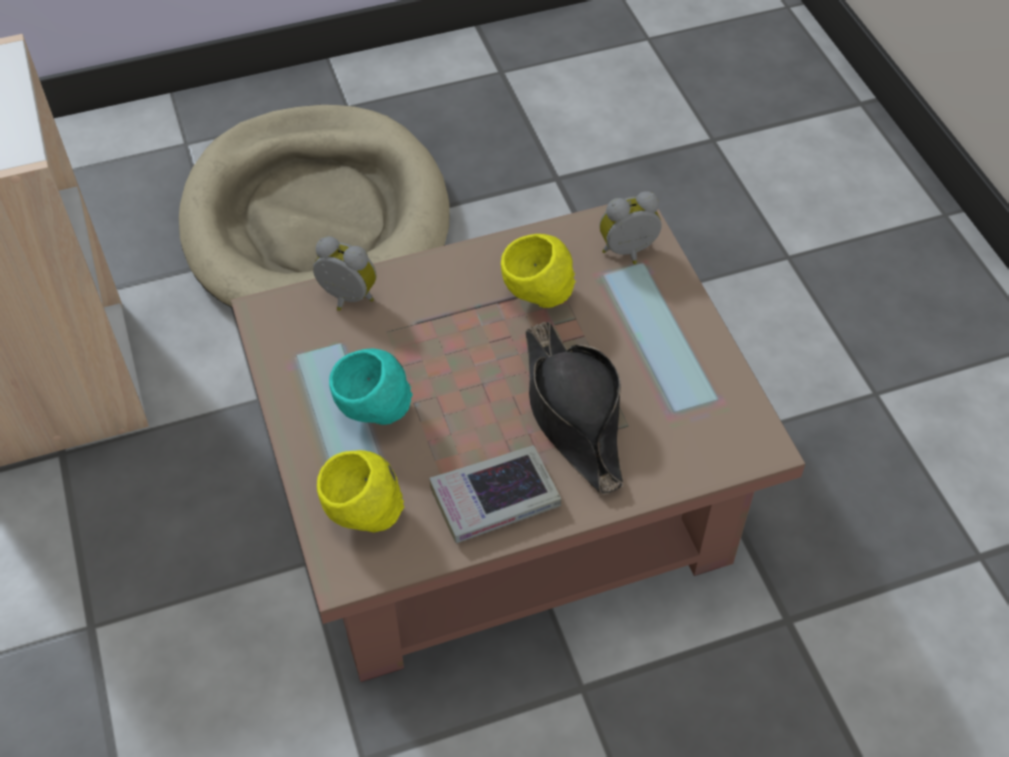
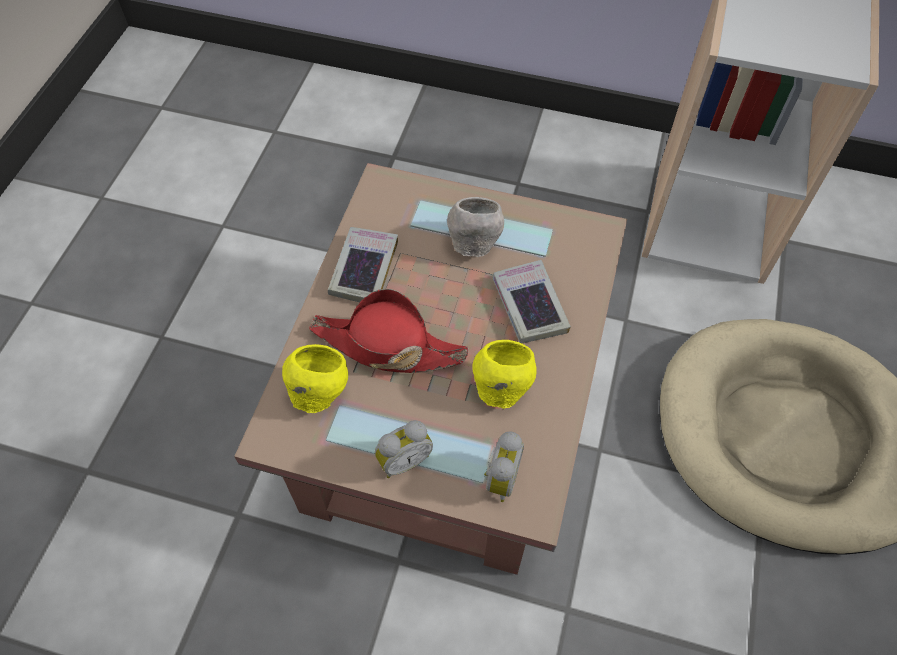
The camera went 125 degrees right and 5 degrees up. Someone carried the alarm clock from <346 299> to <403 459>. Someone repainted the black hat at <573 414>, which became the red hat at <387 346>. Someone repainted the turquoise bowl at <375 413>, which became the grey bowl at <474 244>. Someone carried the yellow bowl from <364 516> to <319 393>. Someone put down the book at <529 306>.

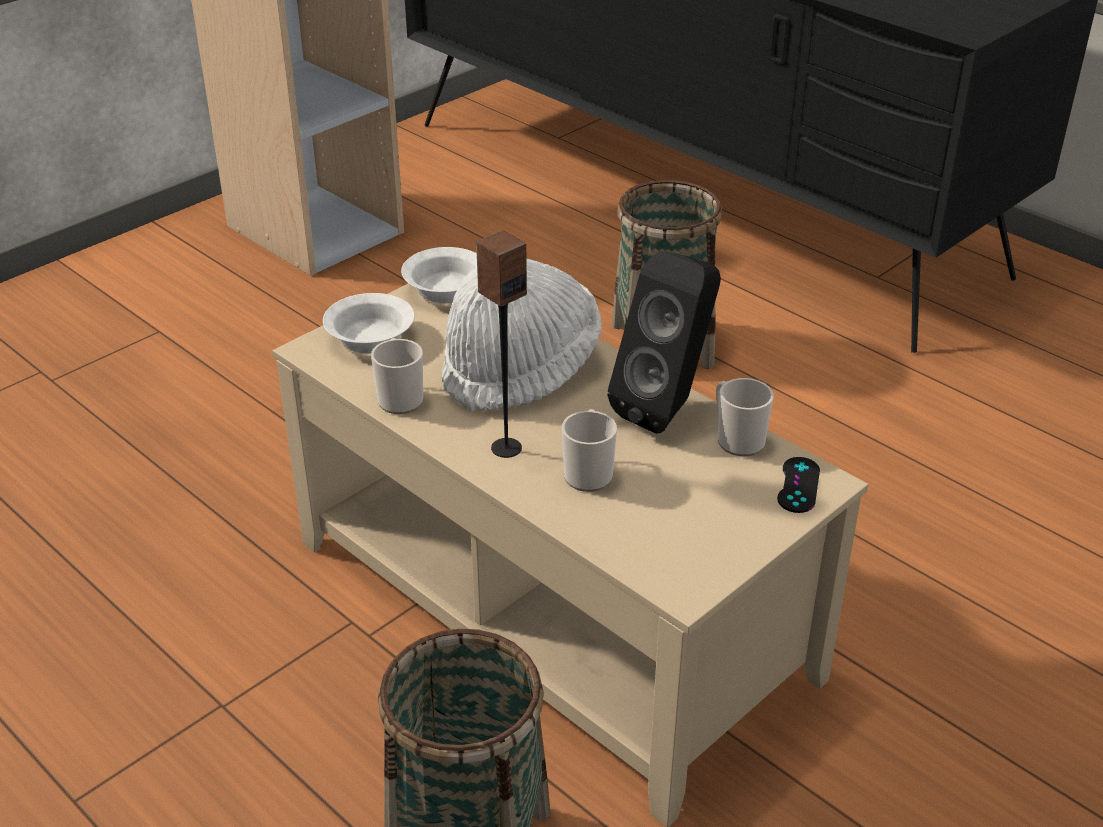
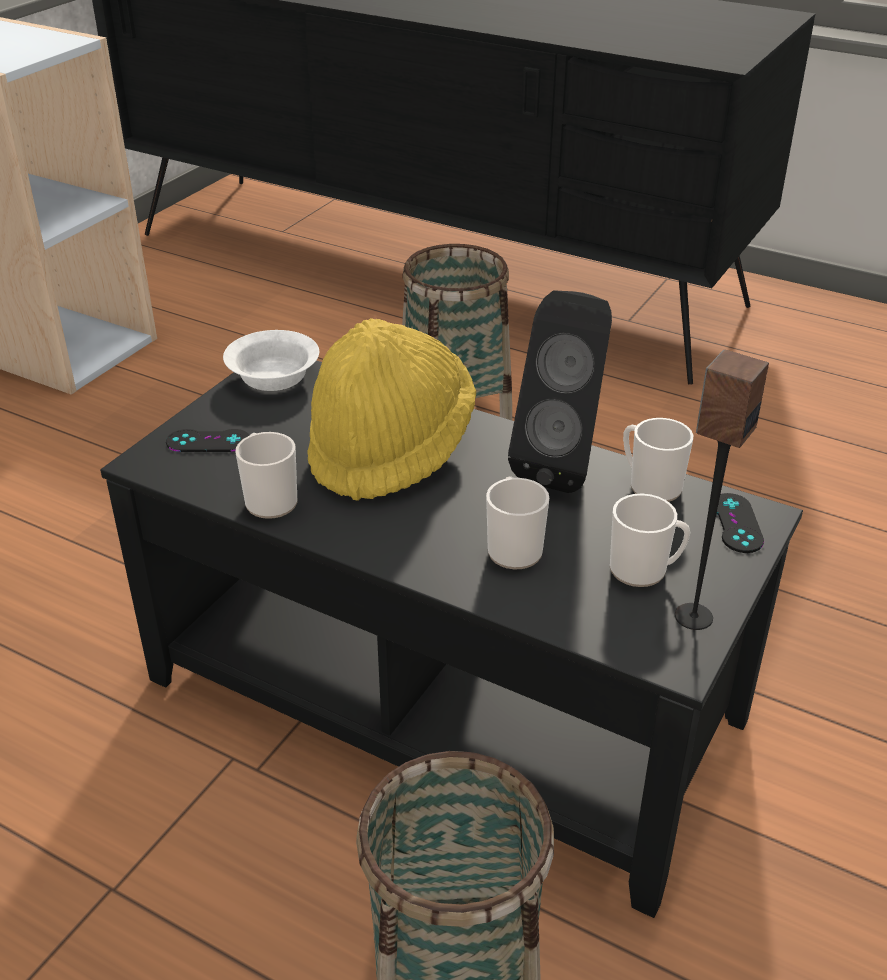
The camera went 15 degrees left and 0 degrees up. Someone carried the speaker from <506 447> to <692 616>. Someone repainted the white hat at <520 370>, which became the yellow hat at <390 448>. Someone repainted the beige coffee table at <550 608>, which became the black coffee table at <442 700>. Someone swapped the white bowl at <368 339> for the black game controller at <208 441>. Someone put down the mug at <644 570>.

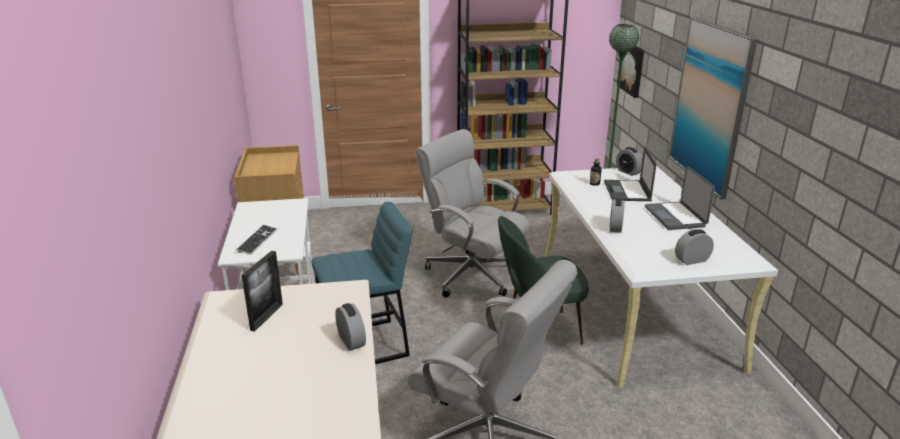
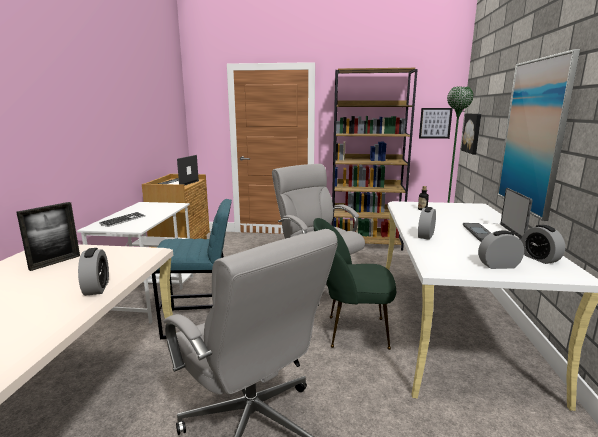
The camera went 15 degrees right and 10 degrees down. Someone carried the laptop from <627 191> to <178 183>. Someone carried the alarm clock from <628 172> to <539 258>. Someone put up the picture at <435 123>.

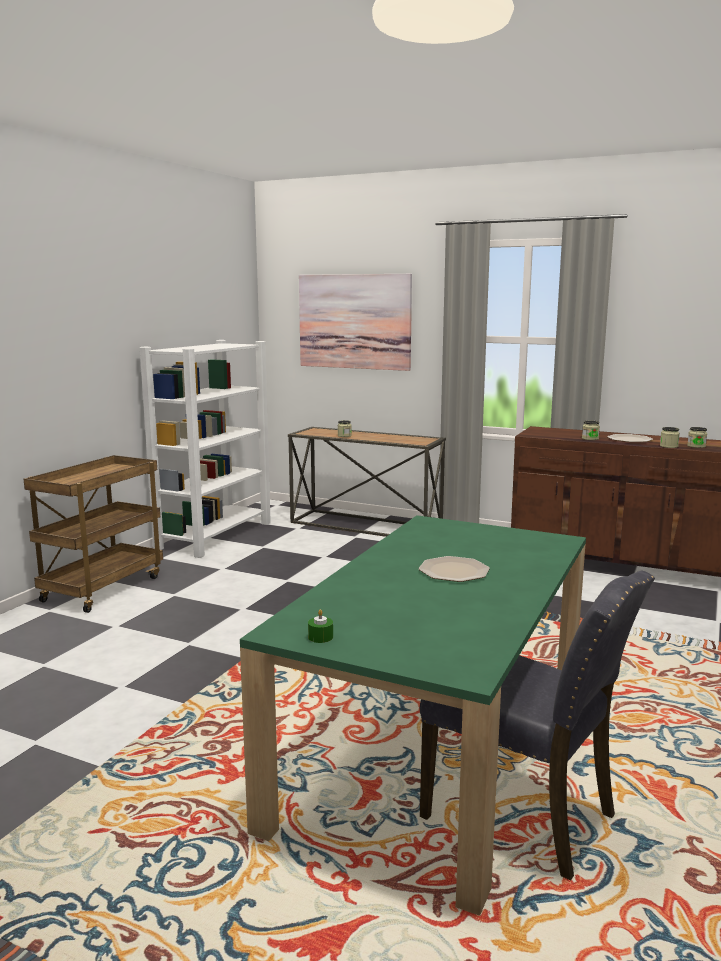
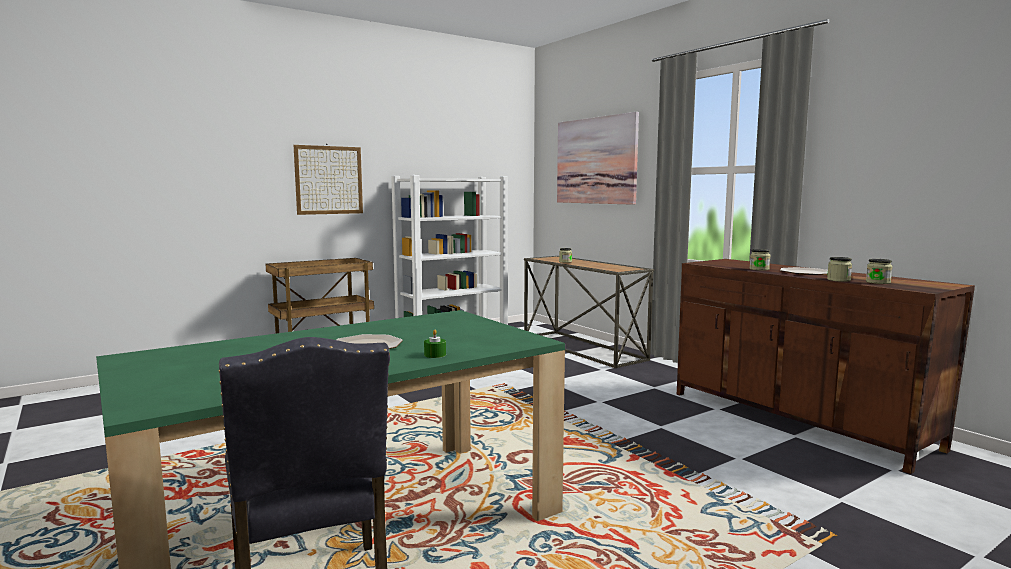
The camera went 30 degrees right and 5 degrees down. Someone carried the green candle from <320 637> to <435 355>. Someone put up the picture at <329 179>.

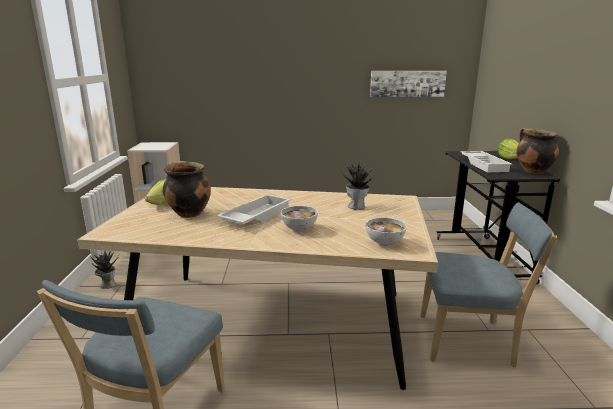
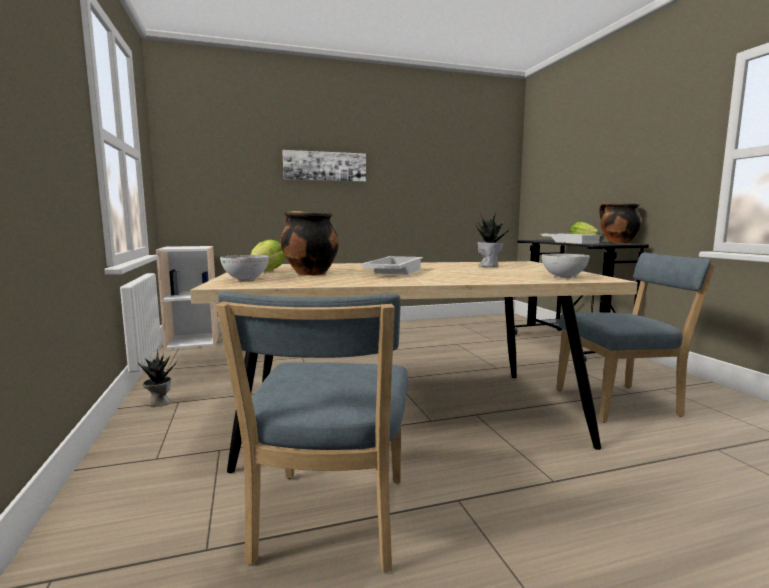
The camera went 15 degrees left and 10 degrees down. Someone carried the picture from <407 83> to <325 166>. Someone carried the bowl from <299 229> to <246 279>.

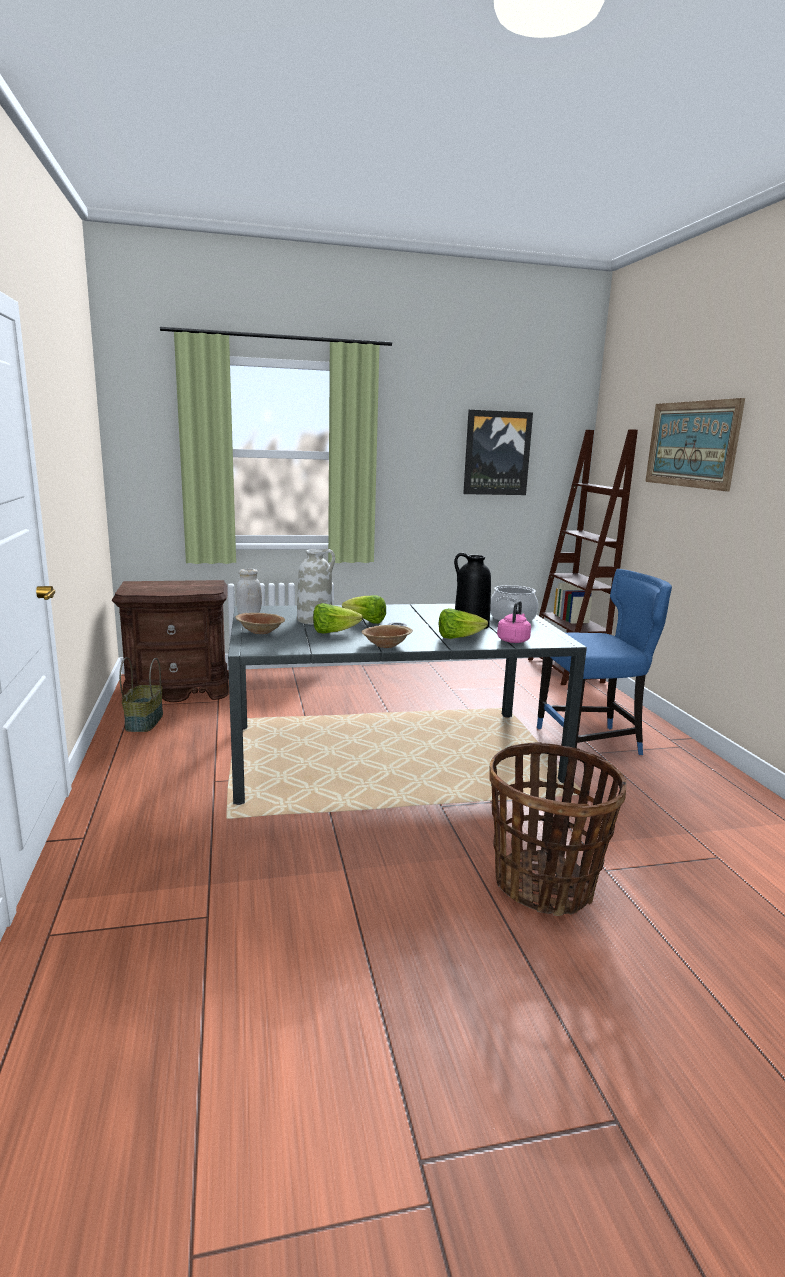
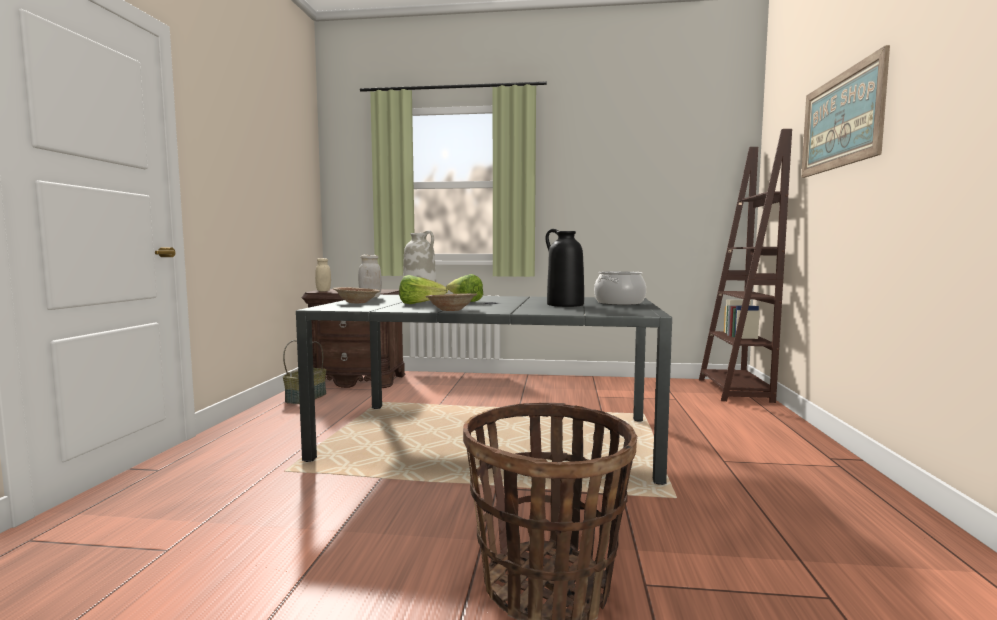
The camera went 20 degrees right and 10 degrees down. Someone took away the picture at <497 453>. Someone took away the blue chair at <591 743>. Someone took away the pink kettle at <513 640>. Someone took away the lettuce at <458 638>. Someone put down the beige jar at <323 291>.

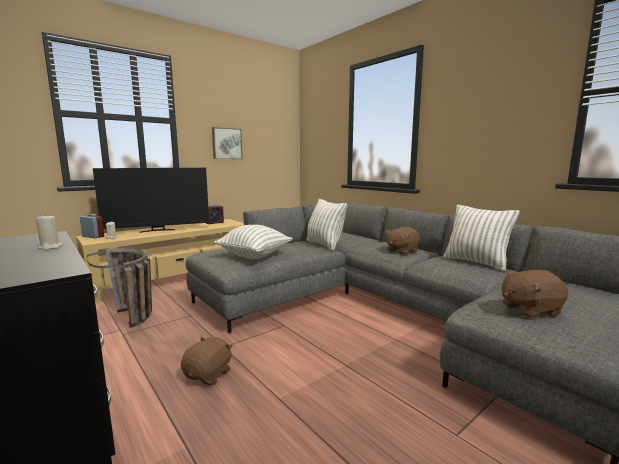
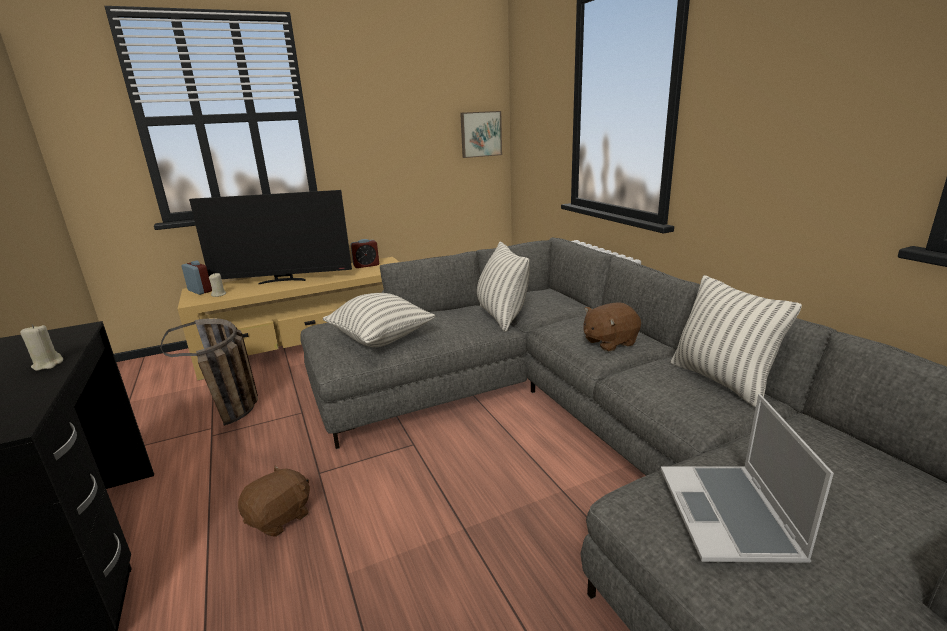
The camera went 15 degrees right and 10 degrees up. Someone carried the picture from <226 143> to <480 134>. Someone swapped the brown plush toy at <529 310> for the laptop at <730 515>.

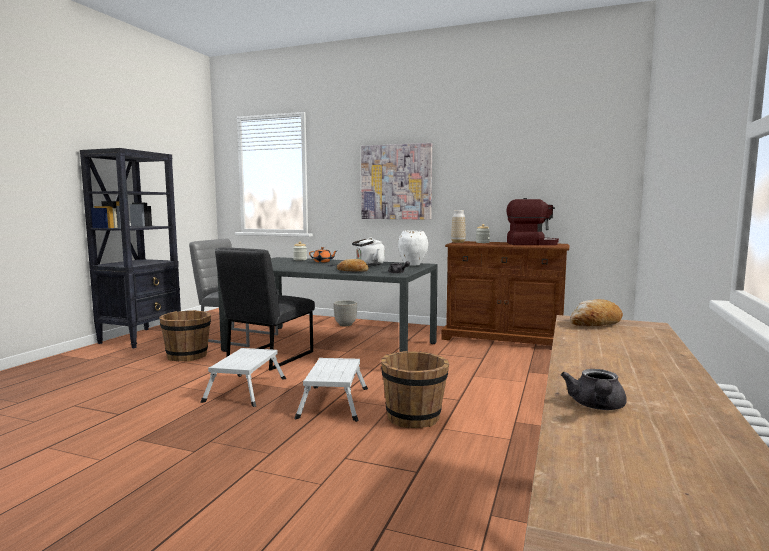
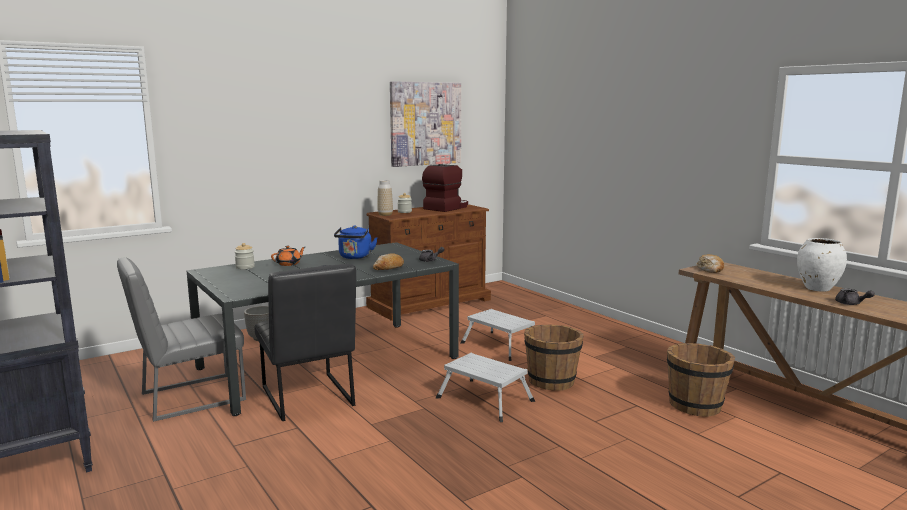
The camera went 55 degrees left and 5 degrees up. Someone carried the picture from <396 182> to <425 123>. Someone carried the white vase from <412 264> to <817 289>. Someone repainted the white kettle at <368 265>, which became the blue kettle at <355 257>. Someone carried the brown bucket from <187 356> to <695 405>. Someone carried the white step ladder from <246 389> to <500 345>.

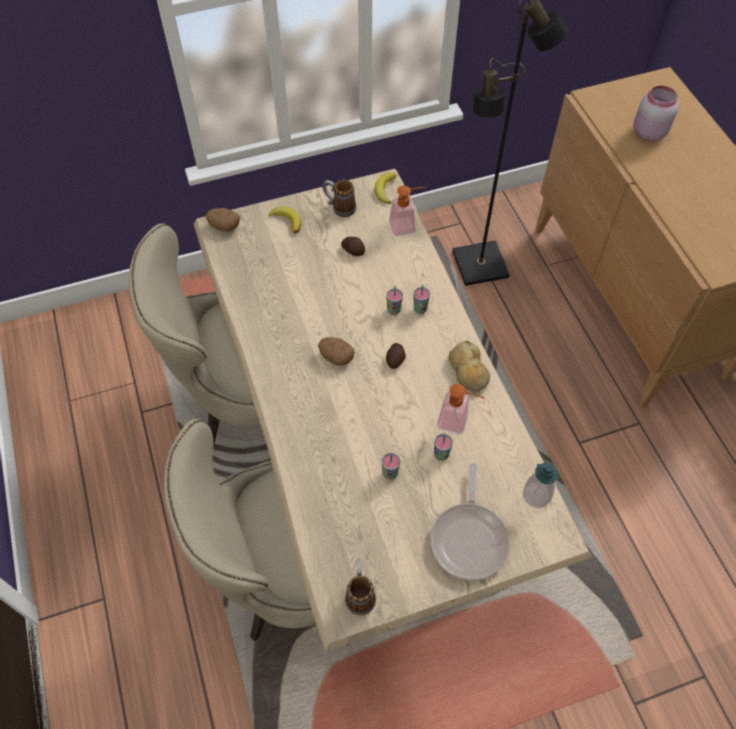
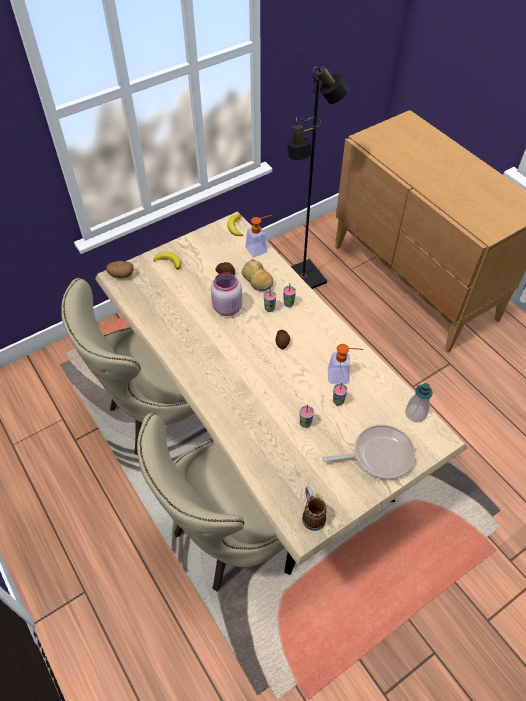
The camera went 15 degrees left and 5 degrees down. Someone carried the pink jar from <647 132> to <226 308>. Someone took away the mug at <339 207>. Someone took away the potato at <336 357>. Someone carried the bread from <468 371> to <257 280>. Someone rotated the frying pan at <469 538> by 90 degrees counterclockwise.

